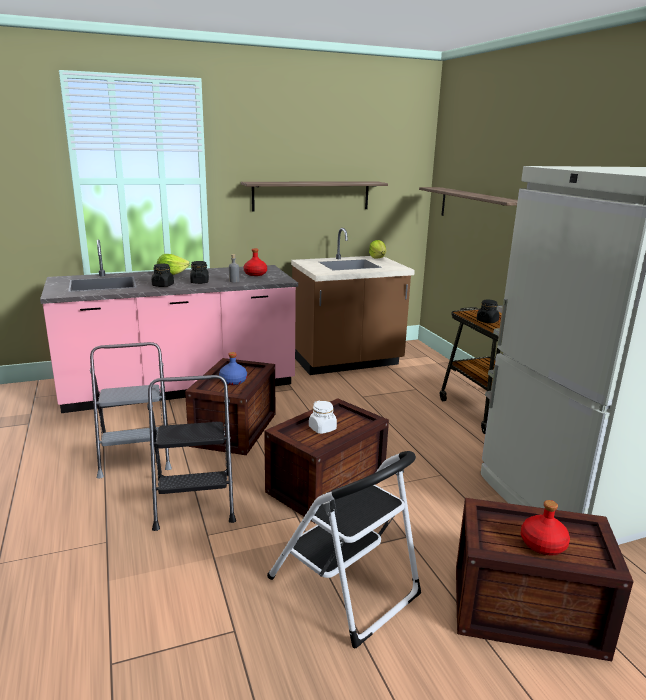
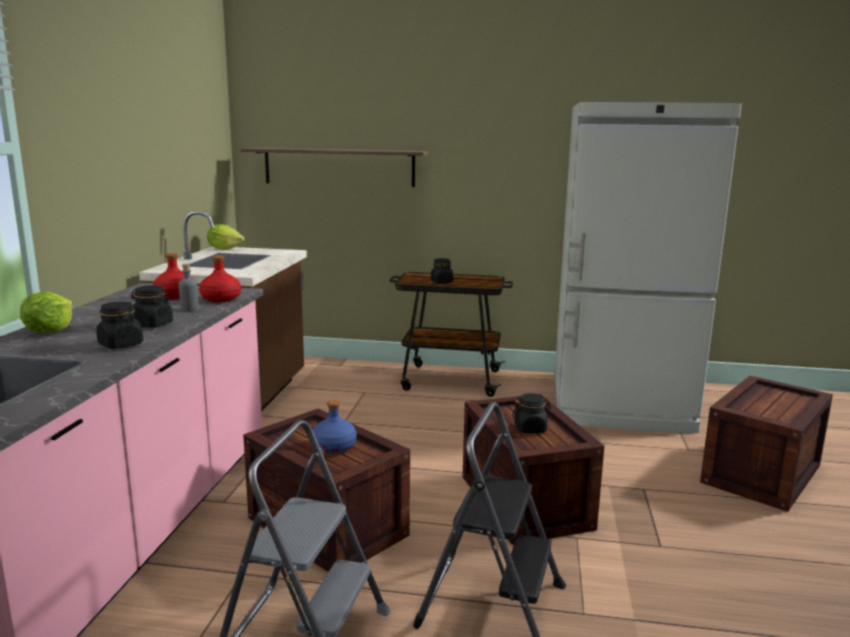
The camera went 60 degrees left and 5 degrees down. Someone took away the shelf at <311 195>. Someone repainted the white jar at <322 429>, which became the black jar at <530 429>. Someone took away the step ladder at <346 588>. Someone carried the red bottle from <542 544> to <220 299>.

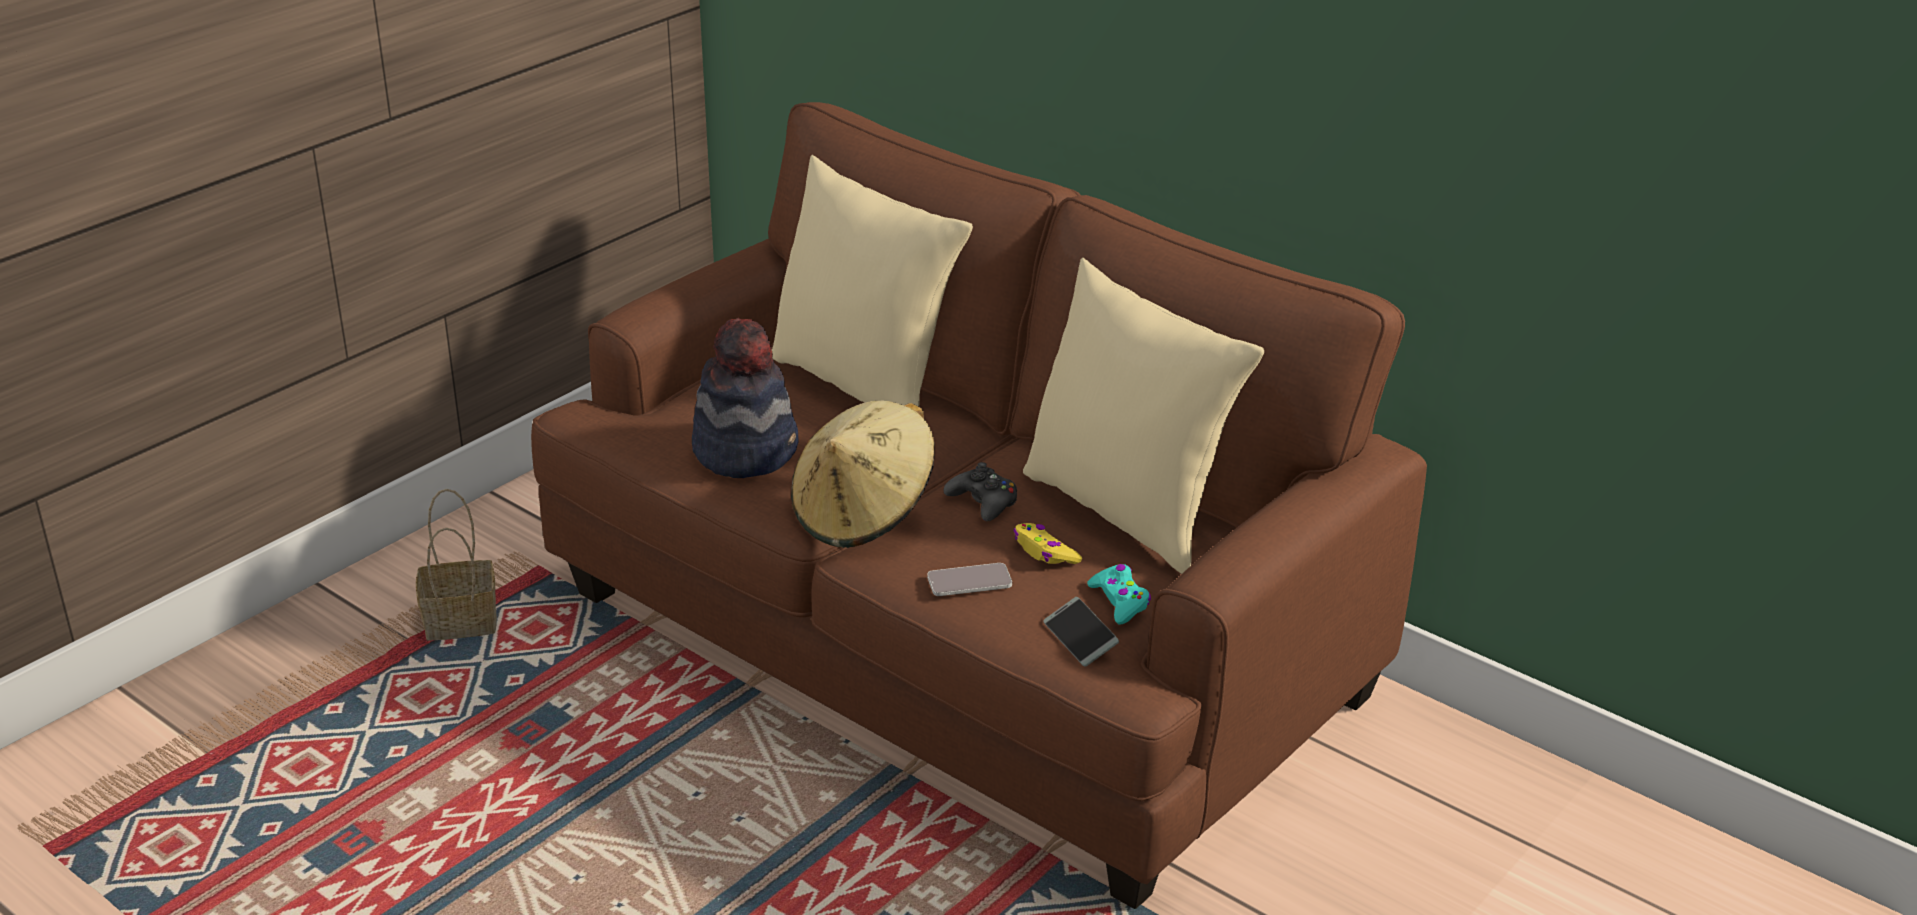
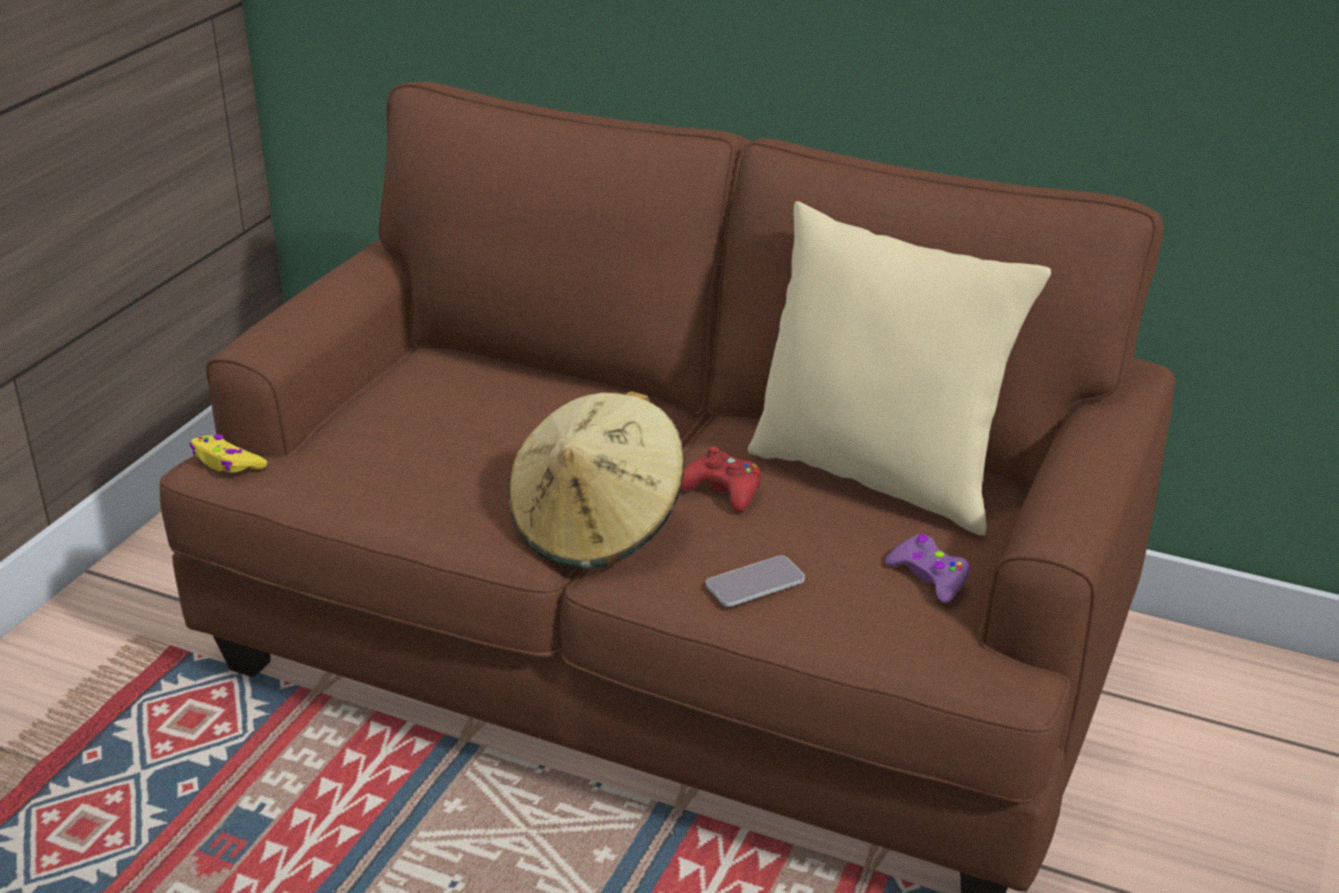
The camera went 15 degrees left and 0 degrees up. Someone took away the beige pillow at <864 385>. Someone took away the hat at <746 450>. Someone repainted the black game controller at <983 502>, which became the red game controller at <722 491>. Someone took away the basket at <463 622>. Someone carried the yellow game controller from <1044 552> to <227 463>. Someone repainted the turquoise game controller at <1120 601>, which became the purple game controller at <929 576>. Someone took away the phone at <1080 639>.

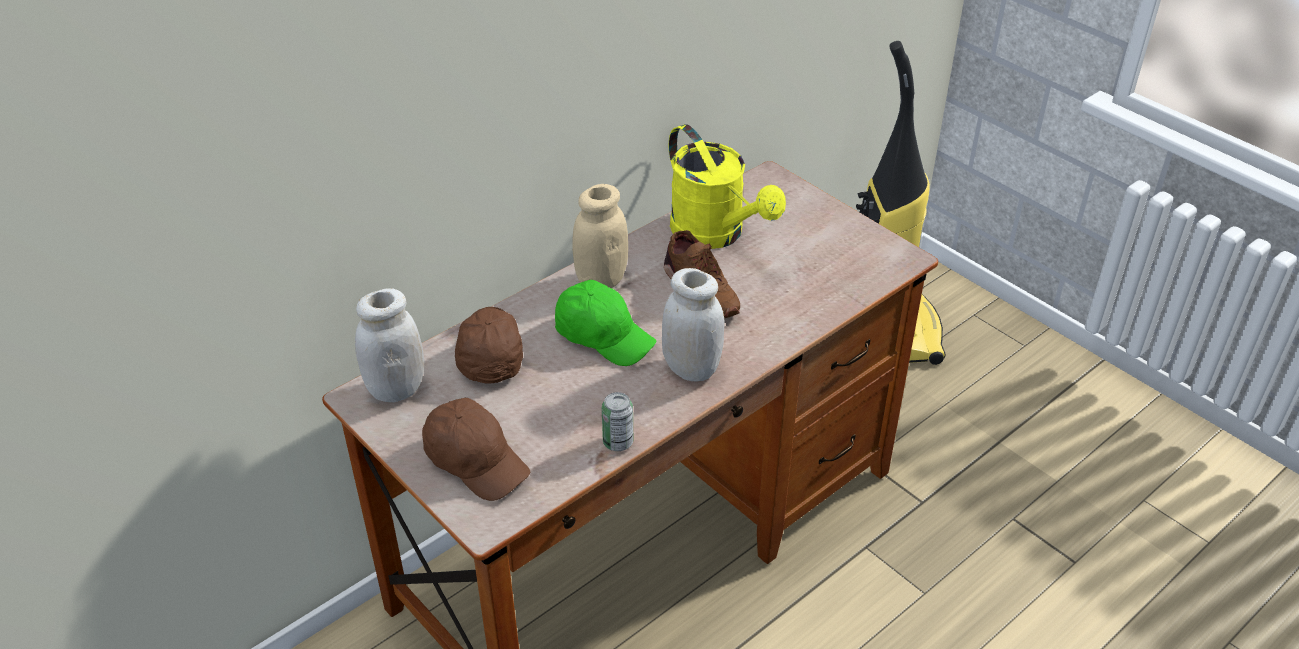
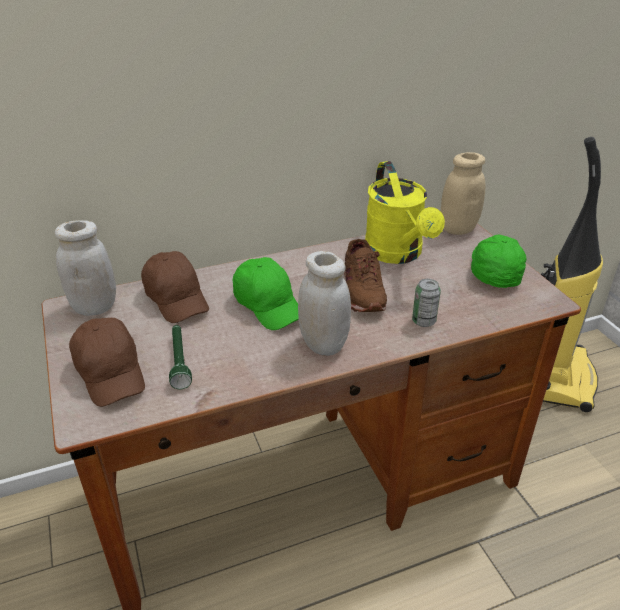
The camera went 20 degrees right and 5 degrees down. Someone carried the beige jar from <601 280> to <458 228>. Someone rotated the brown cap at <489 354> by 135 degrees clockwise. Someone carried the can from <618 442> to <423 321>. Someone put down the green cap at <494 270>. Someone put down the green flashlight at <179 361>.

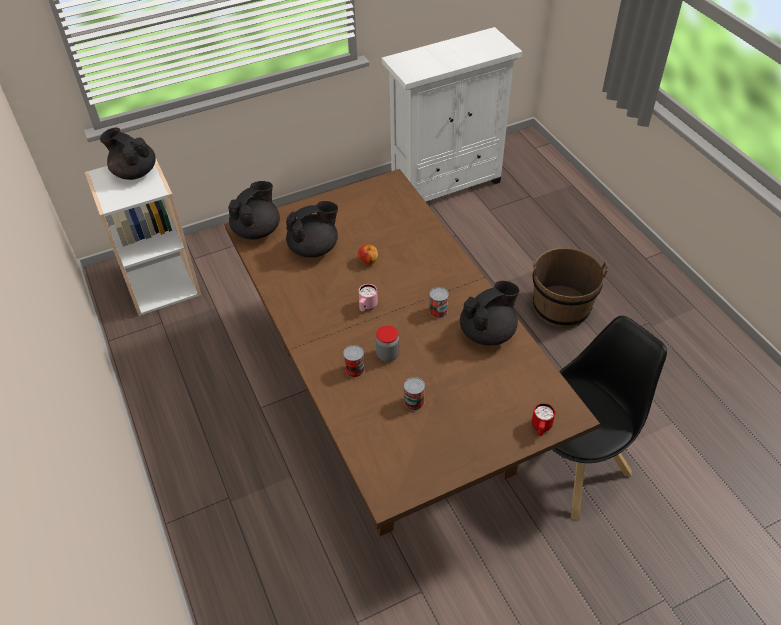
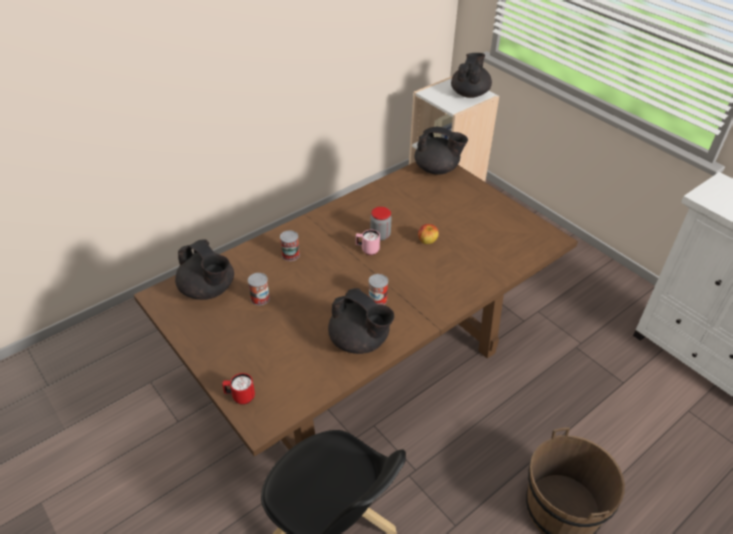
The camera went 75 degrees right and 5 degrees down. Someone carried the black teapot from <314 248> to <208 290>. Someone carried the jar from <387 354> to <380 235>.

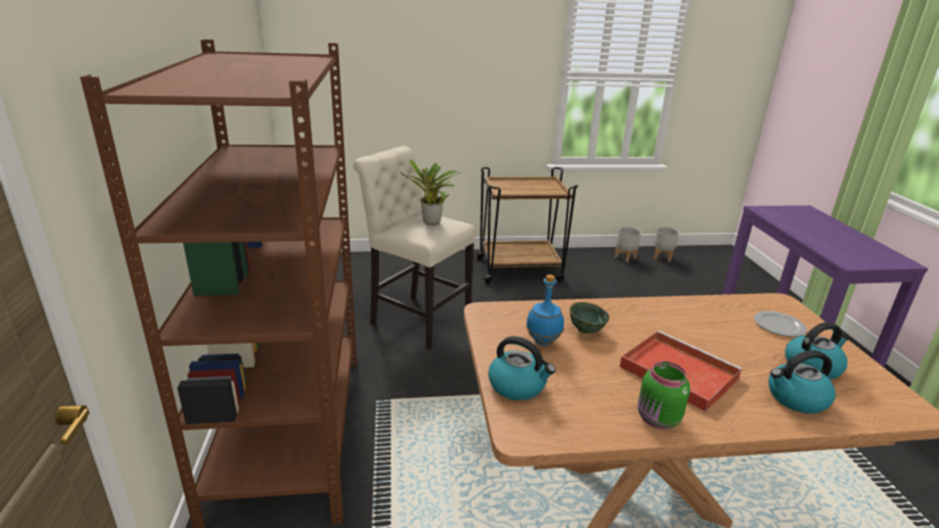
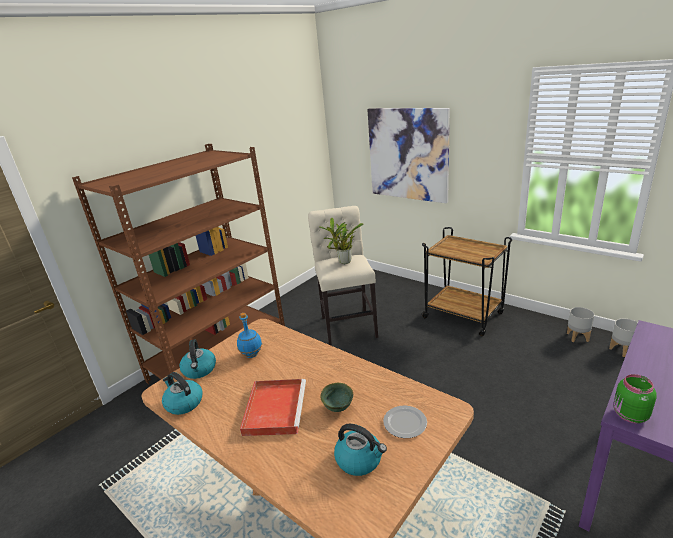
The camera went 50 degrees right and 0 degrees up. Someone carried the green bowl from <586 330> to <338 407>. Someone carried the kettle from <796 398> to <183 403>. Someone carried the green jar from <657 420> to <629 415>. Someone put up the picture at <408 154>.

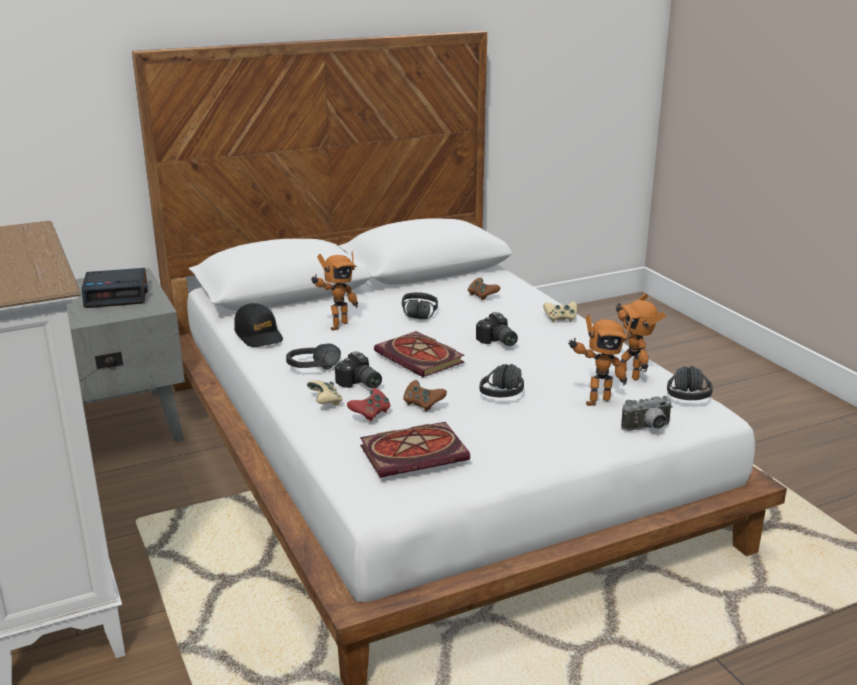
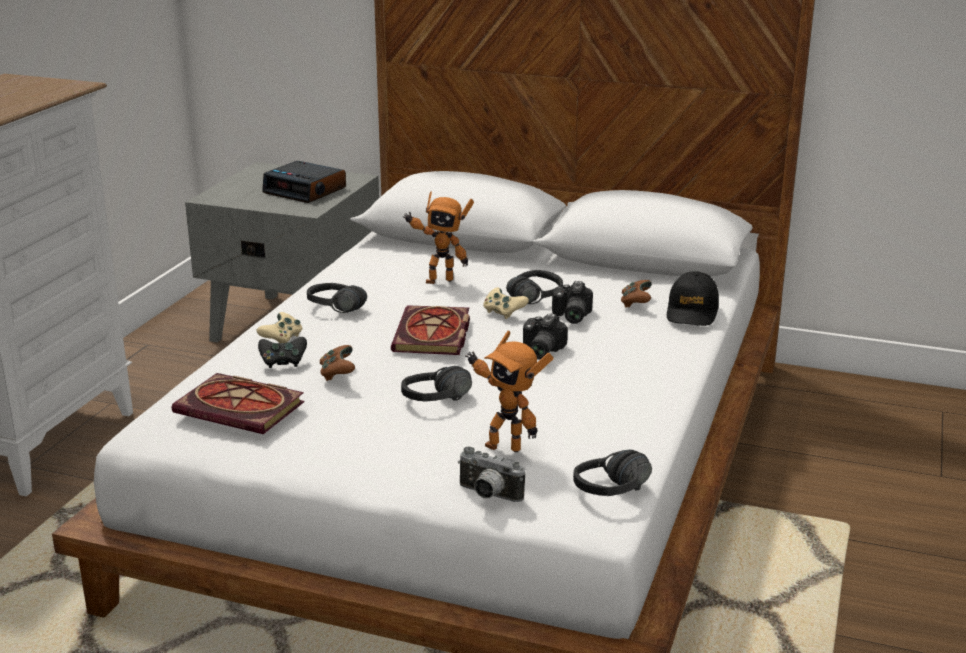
The camera went 45 degrees right and 0 degrees up. Someone took away the toy robot at <630 375>. Someone carried the beige game controller from <560 319> to <503 312>. Someone carried the black cap from <259 335> to <692 311>. Someone carried the photo camera from <359 384> to <570 316>. Someone repainted the red game controller at <370 414>, which became the black game controller at <283 362>.

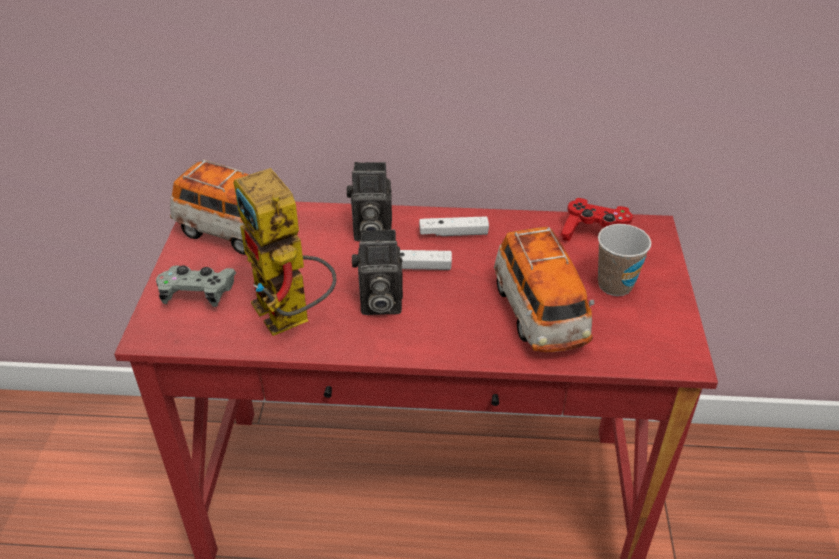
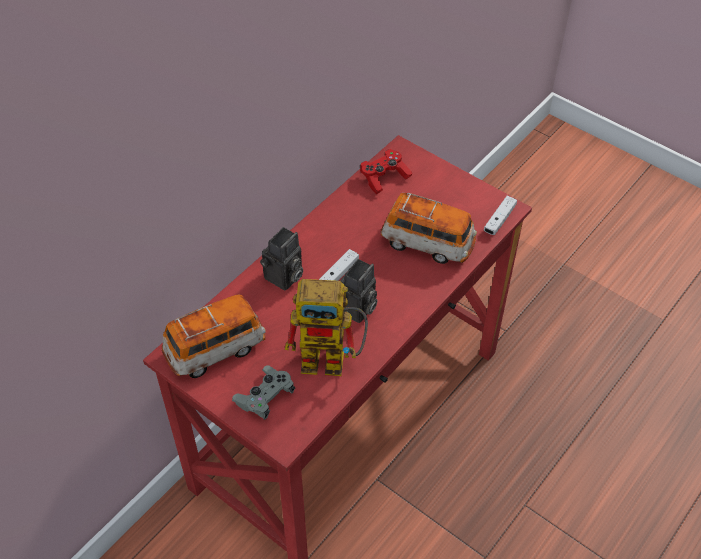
The camera went 55 degrees left and 10 degrees up. Someone carried the white game controller from <453 233> to <499 220>. Someone took away the cup at <615 285>.

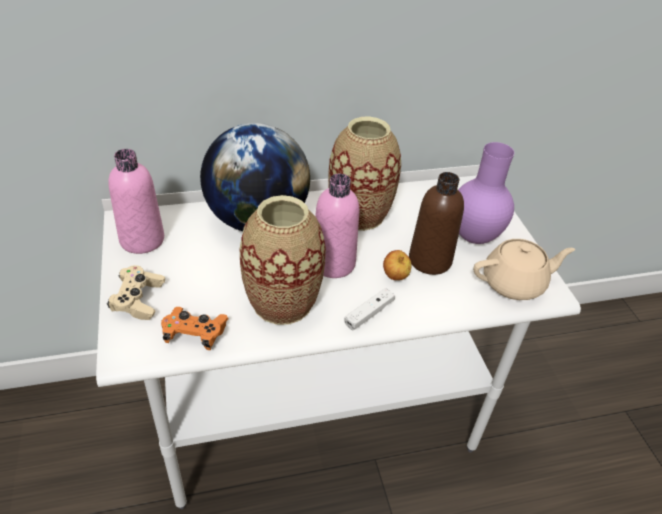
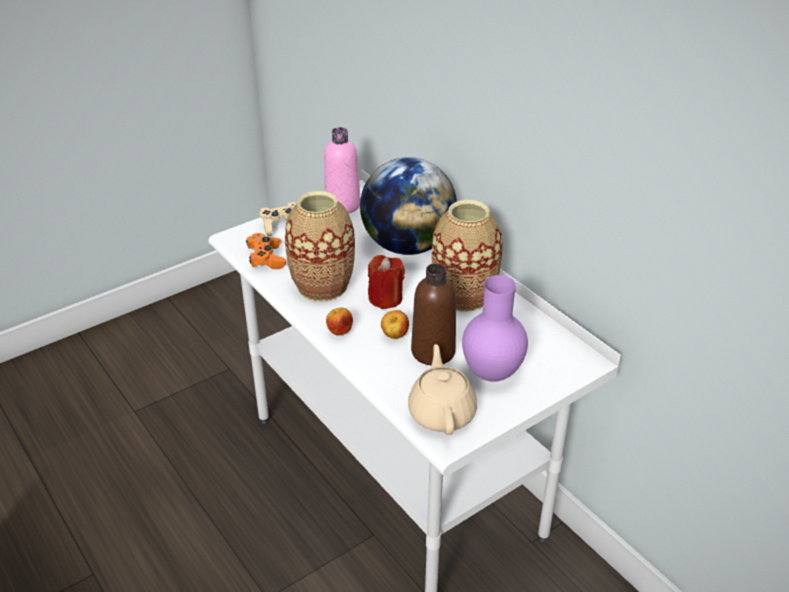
The camera went 70 degrees right and 5 degrees down. Someone swapped the pink bottle at <333 263> for the red candle at <385 298>. Someone rotated the beige teapot at <514 283> by 150 degrees counterclockwise. Someone swapped the white game controller at <369 313> for the apple at <339 332>.

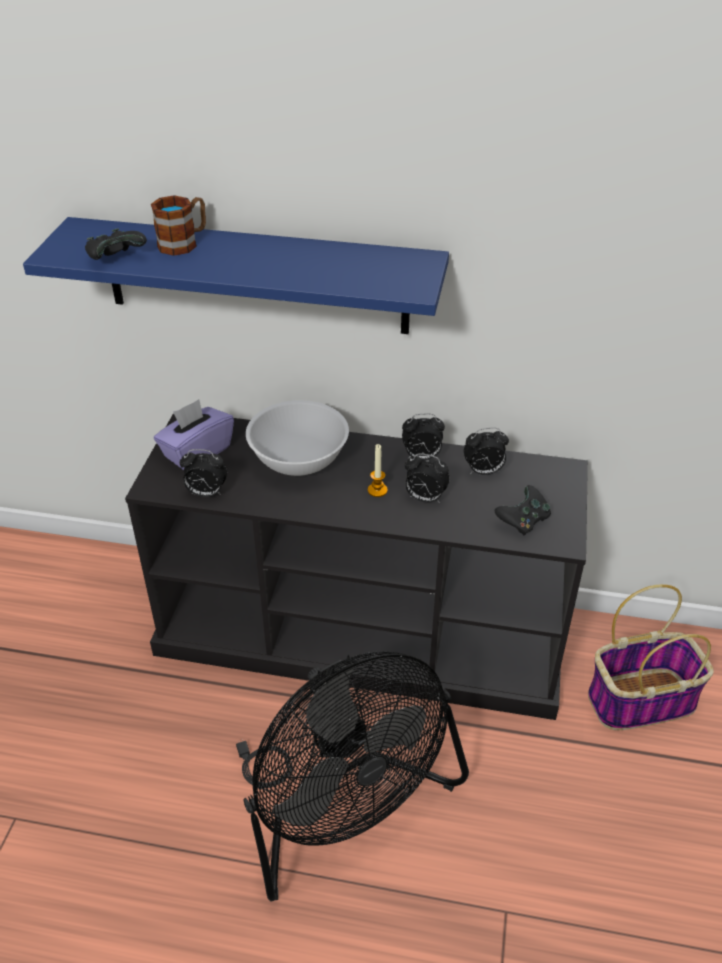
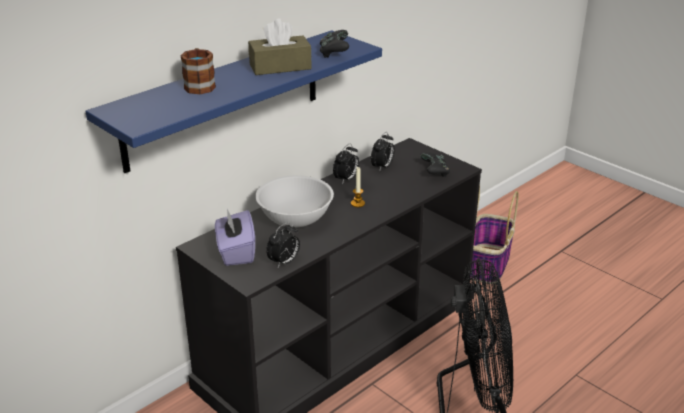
The camera went 55 degrees left and 10 degrees down. Someone carried the black game controller from <115 258> to <334 53>. Someone took away the alarm clock at <424 498>. Someone put down the brown tissue box at <280 66>.

